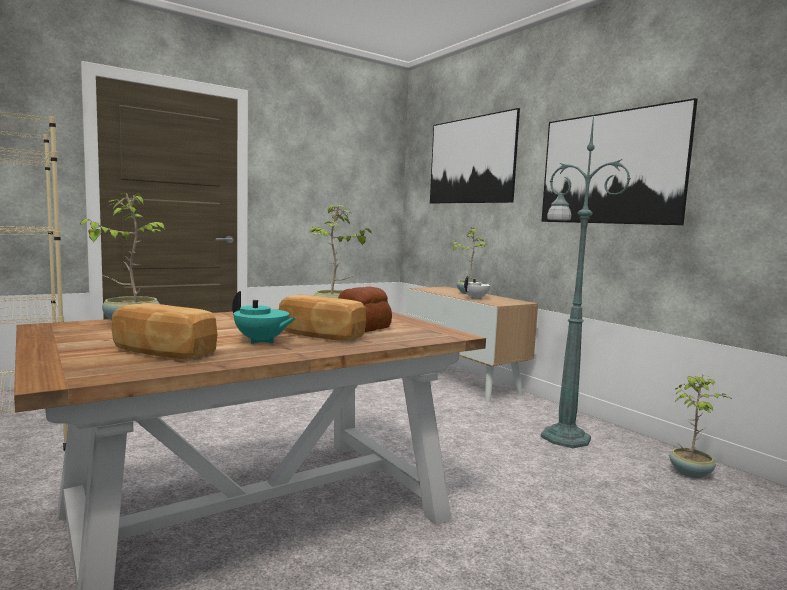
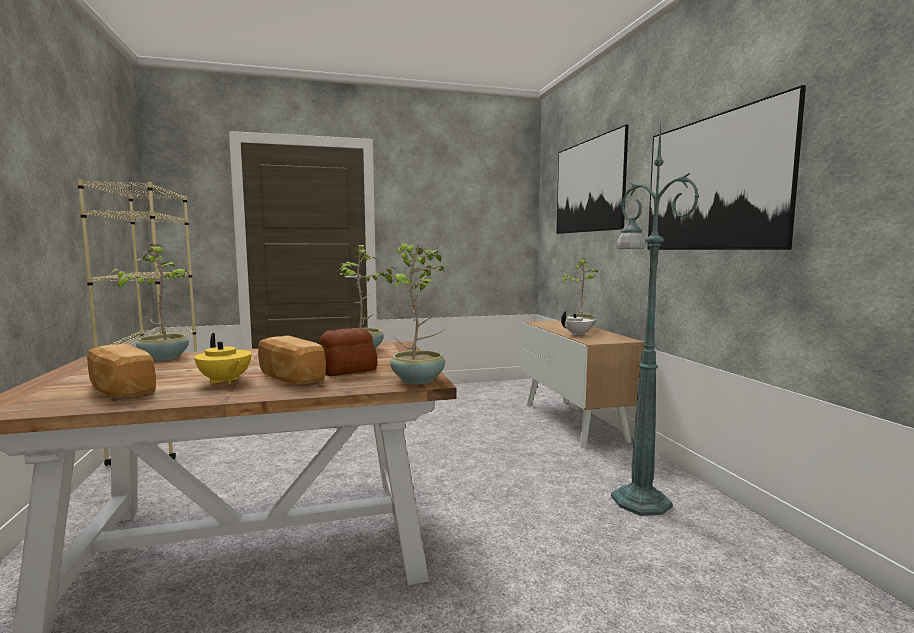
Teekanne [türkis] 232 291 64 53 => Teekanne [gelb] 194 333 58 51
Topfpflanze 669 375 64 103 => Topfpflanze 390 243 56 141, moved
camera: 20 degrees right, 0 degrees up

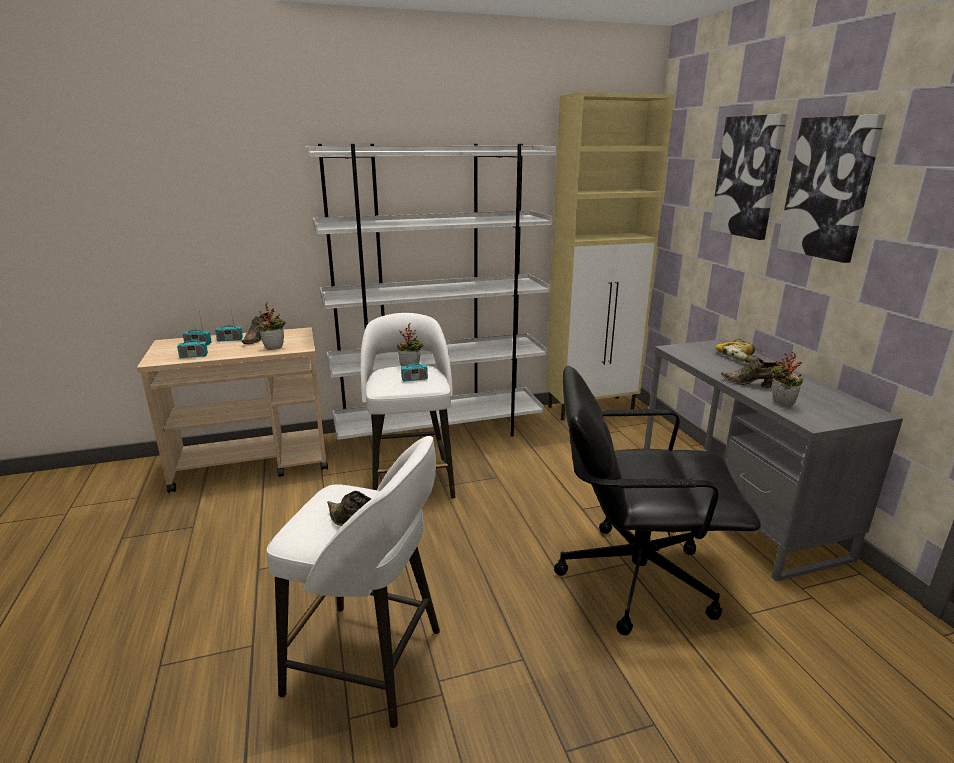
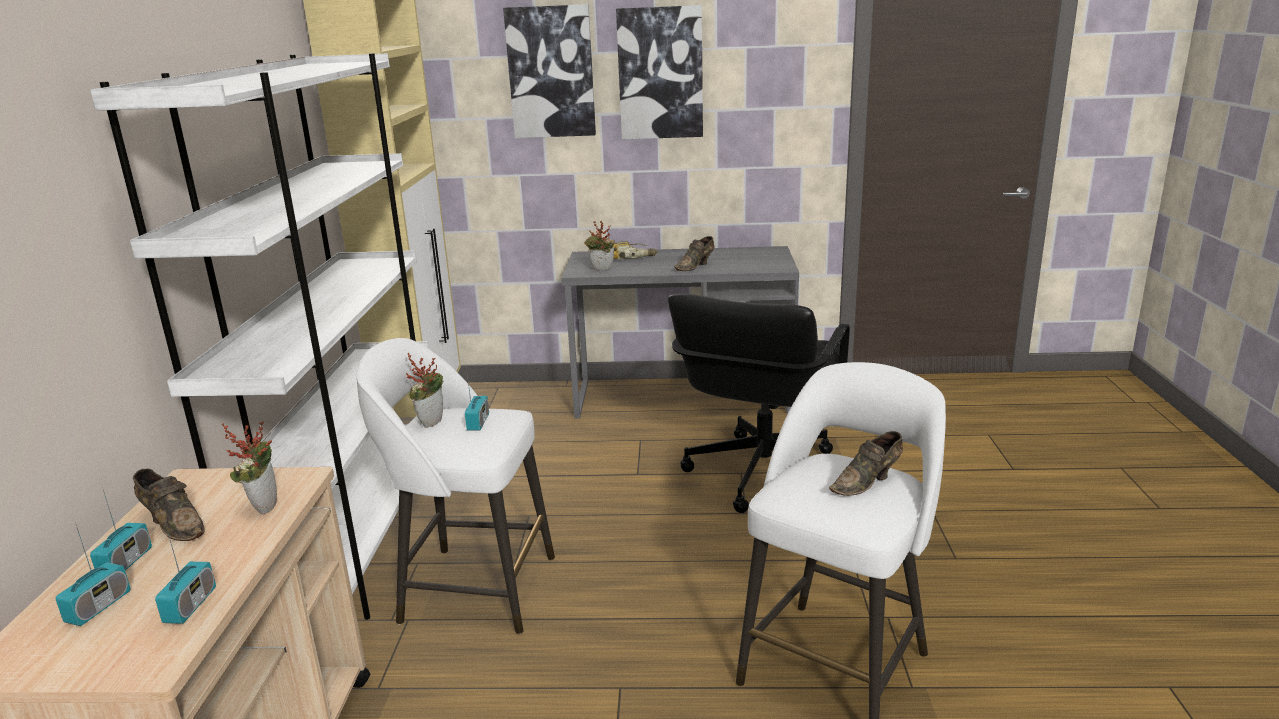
Topfpflanze 771 352 32 55 => Topfpflanze 584 221 30 49, moved
camera: 70 degrees left, 0 degrees up

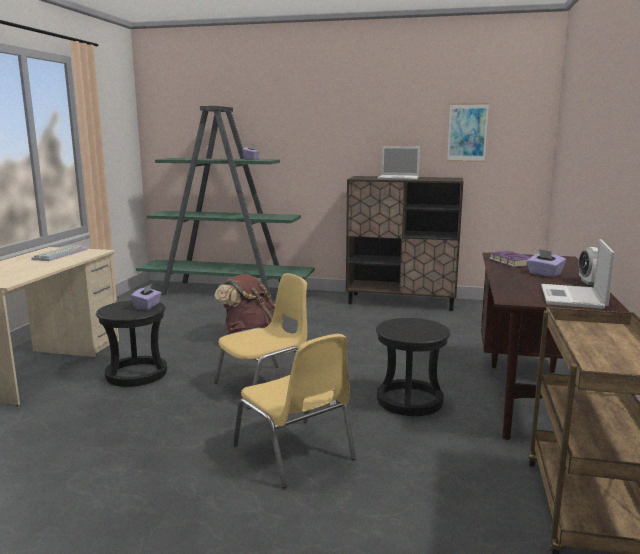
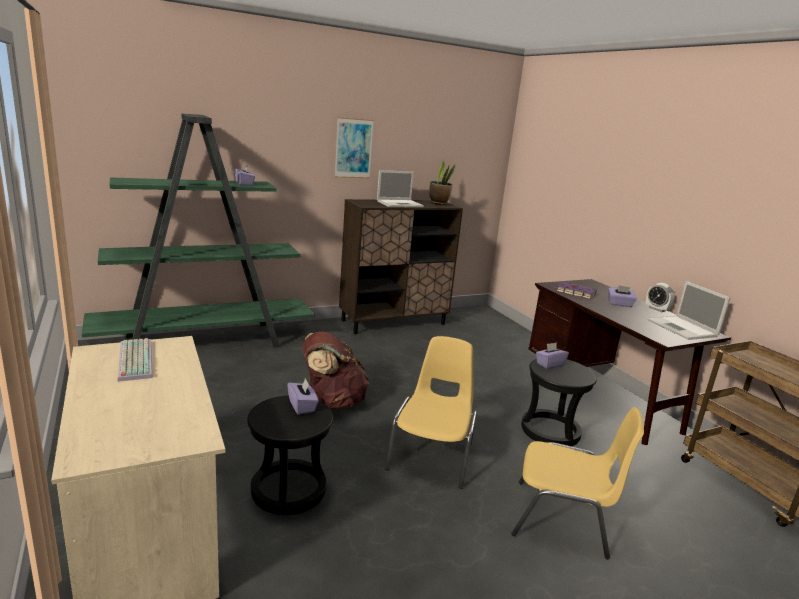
Bild 447 103 42 59 => Bild 335 117 39 61, moved
nothing => Topfpflanze 429 160 27 45
nothing => Taschentuchbox [lila] 536 342 33 27
camera: 40 degrees left, 5 degrees up

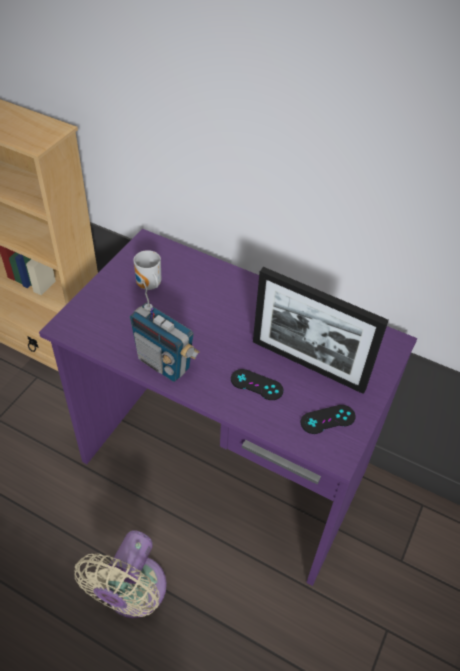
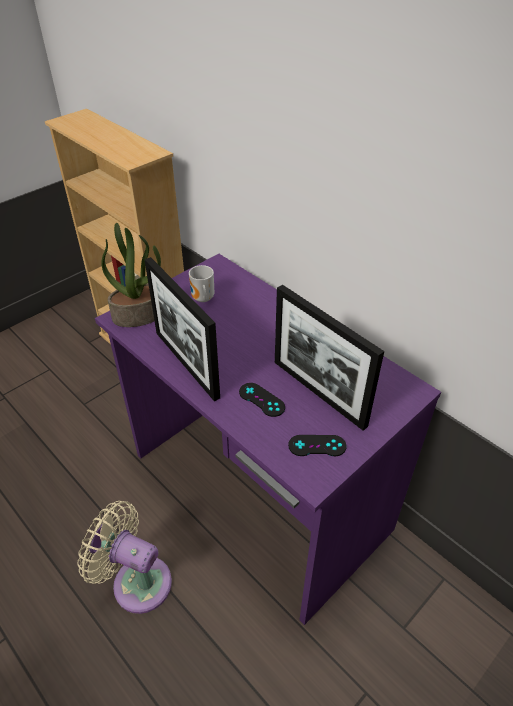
Ventilator [beige] 74 530 93 88 => Ventilator [beige] 77 501 95 113, 75 degrees clockwise
nothing => Topfpflanze 101 223 60 104
Radio 130 280 70 102 => Bilderrahmen 144 257 76 144
camera: 20 degrees right, 5 degrees down

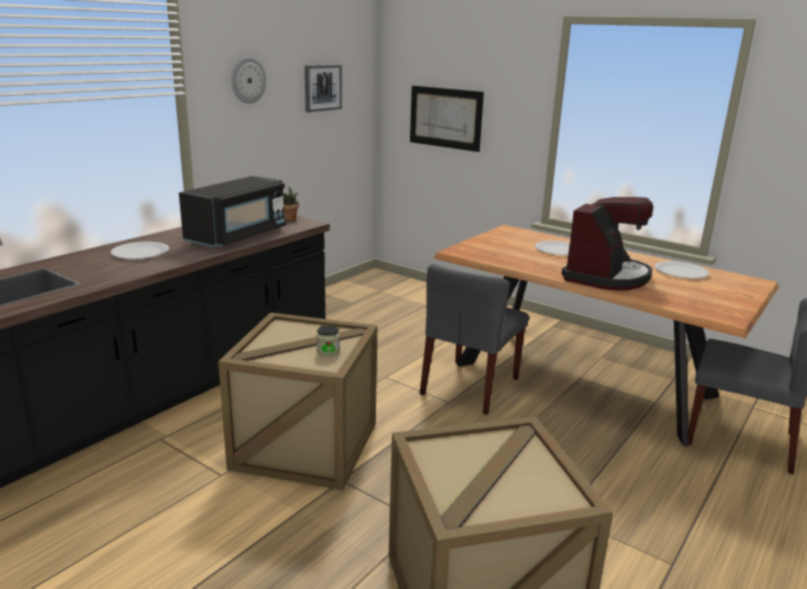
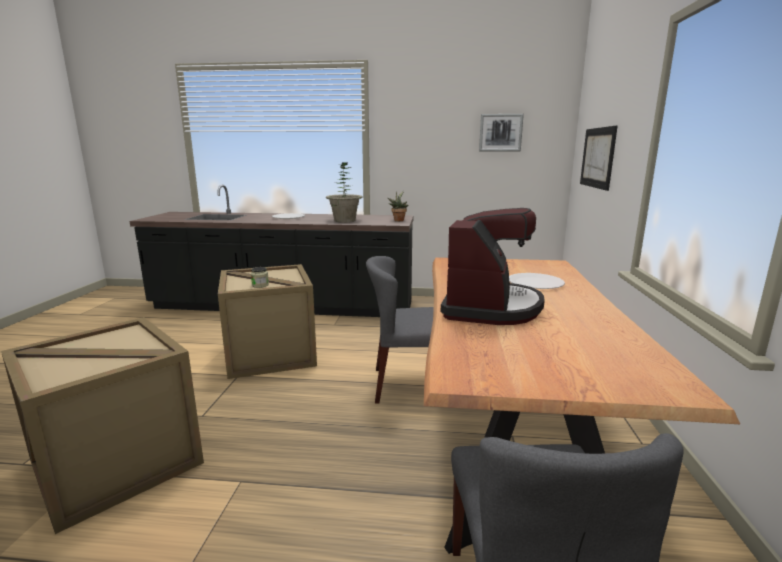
Mikrowelle [schwarz] 179 176 107 71 => Topfpflanze 326 162 37 60
Kaffeemaschine 561 197 92 94 => Kaffeemaschine 441 208 104 117, 75 degrees counterclockwise
Wanduhr 232 57 34 47 => nothing
Teller [weiß] 655 261 54 18 => nothing
camera: 60 degrees right, 5 degrees down

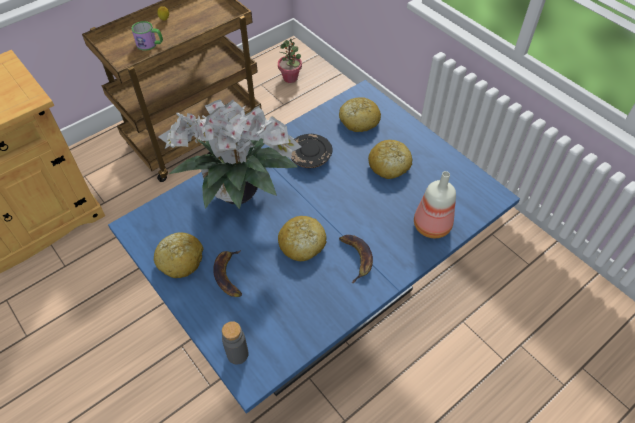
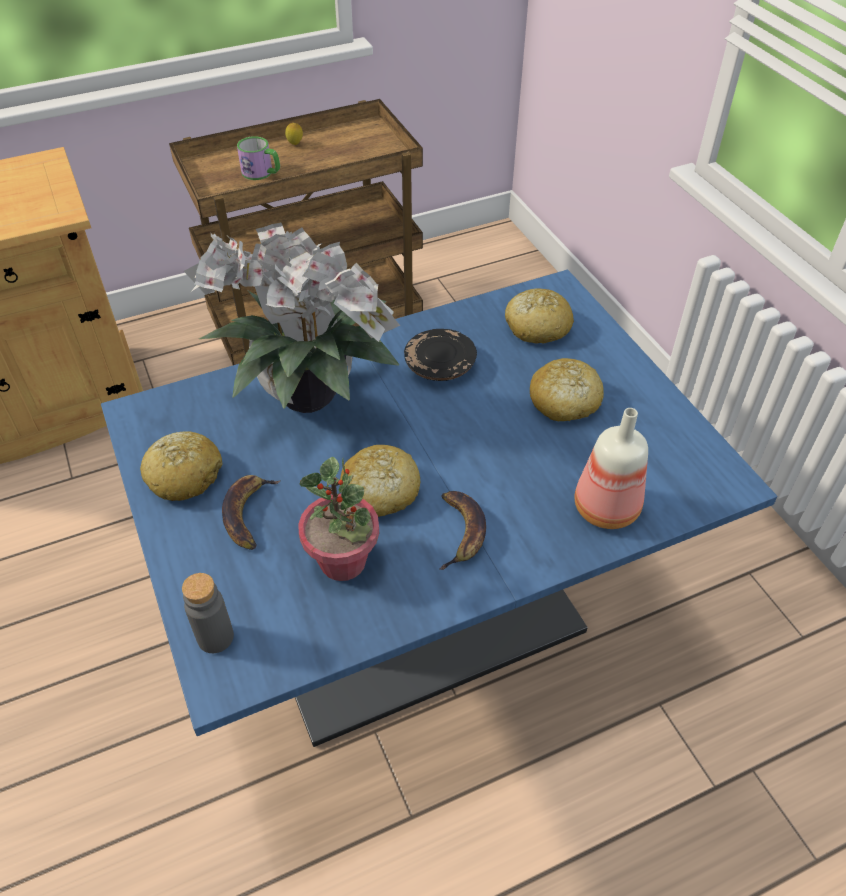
Topfpflanze 278 38 24 45 => Topfpflanze 298 457 81 124, moved
camera: 15 degrees right, 5 degrees down

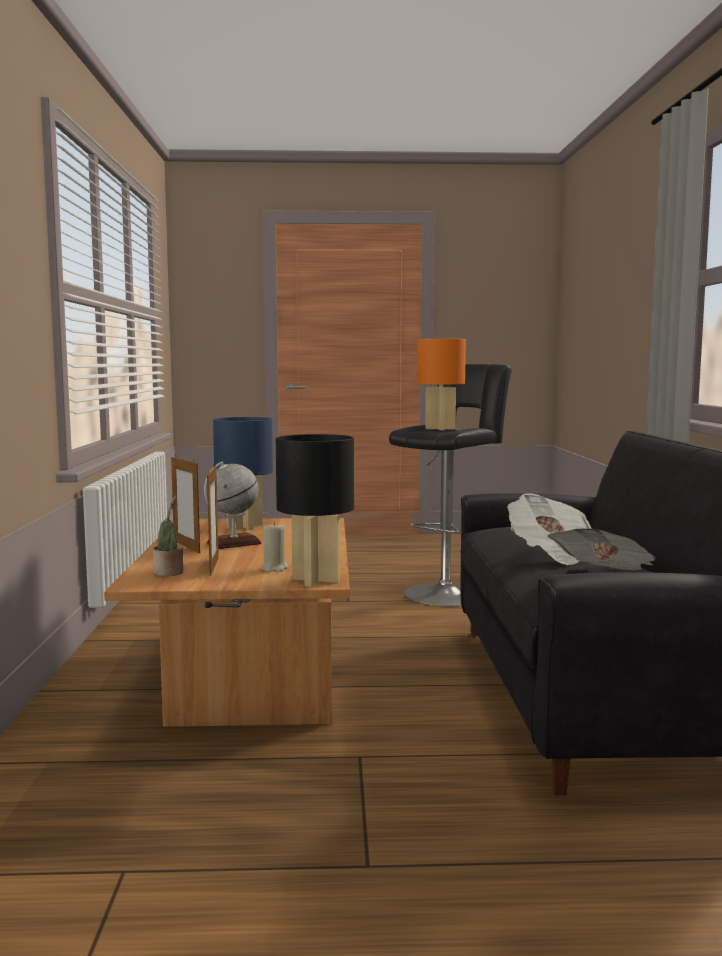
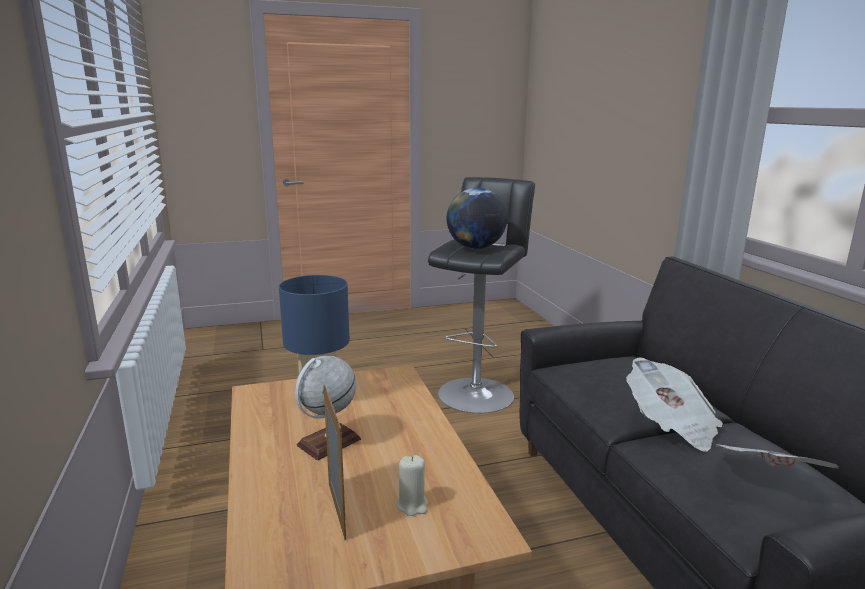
Tischlampe [orange] 417 339 49 91 => Globus 447 187 60 62
Topfpflanze 153 495 30 81 => nothing
Bilderrahmen 171 456 29 97 => nothing
Tischlampe [schwarz] 276 434 78 153 => nothing
camera: 15 degrees left, 10 degrees up

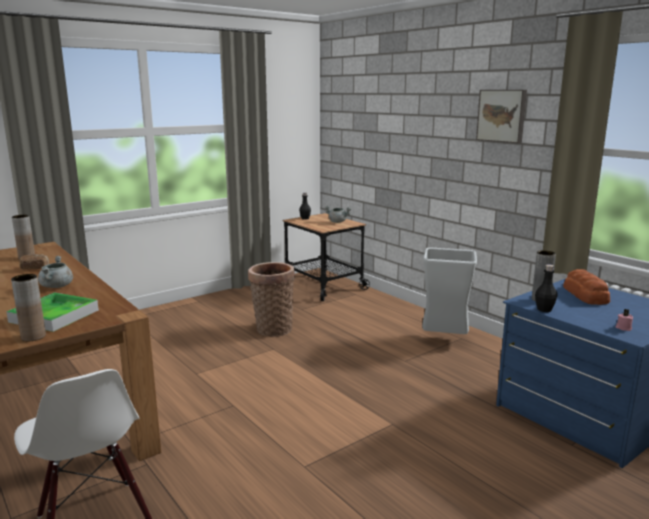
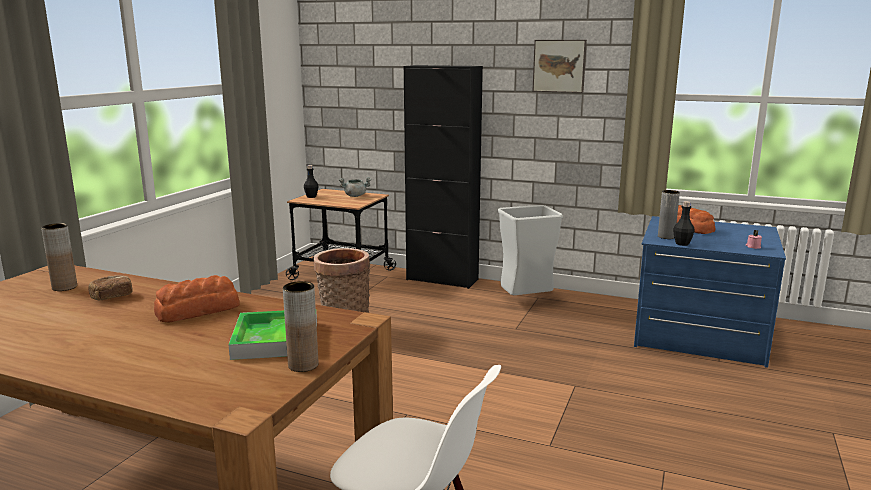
Kochtopf [grau] 38 256 35 32 => Brot 154 275 86 48
nothing => Schrank [schwarz] 404 65 79 224
camera: 30 degrees left, 0 degrees up

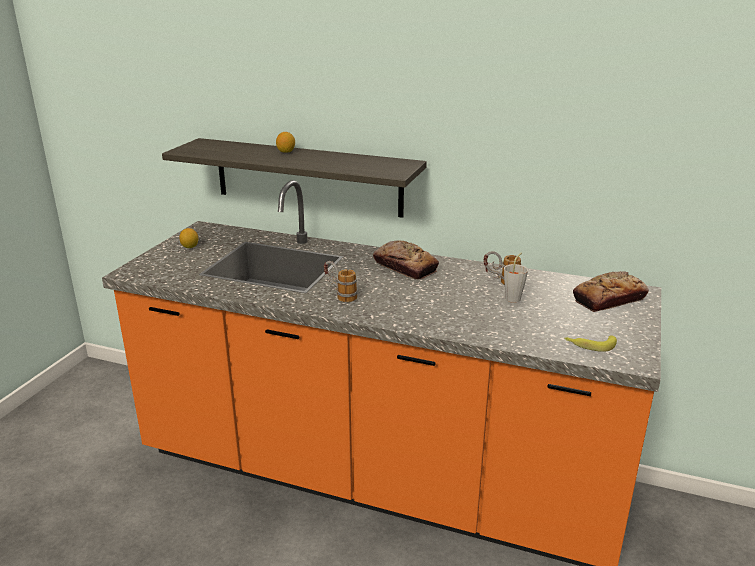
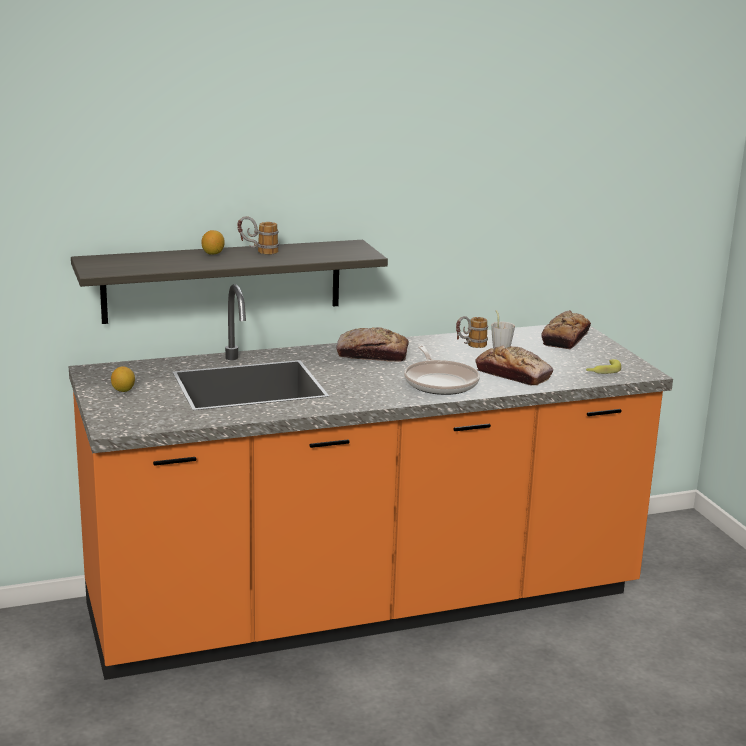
Henkelbecher 324 261 34 41 => Henkelbecher 237 216 42 39, moved
nothing => Pfanne 404 345 76 50
nothing => Brot 475 345 78 40
camera: 40 degrees left, 5 degrees down

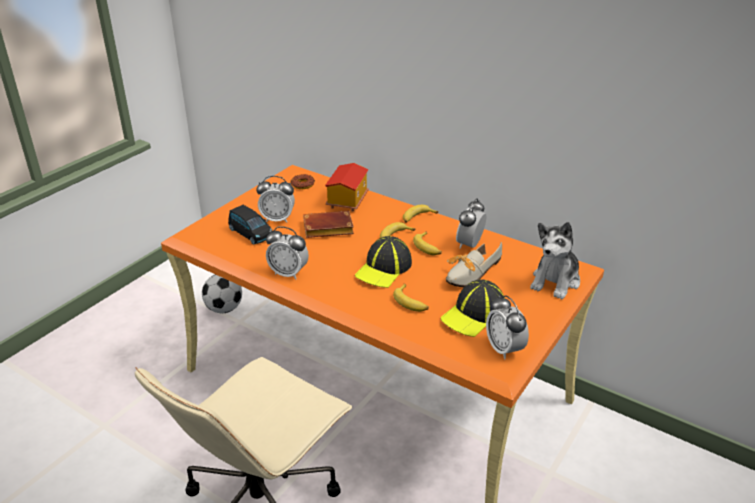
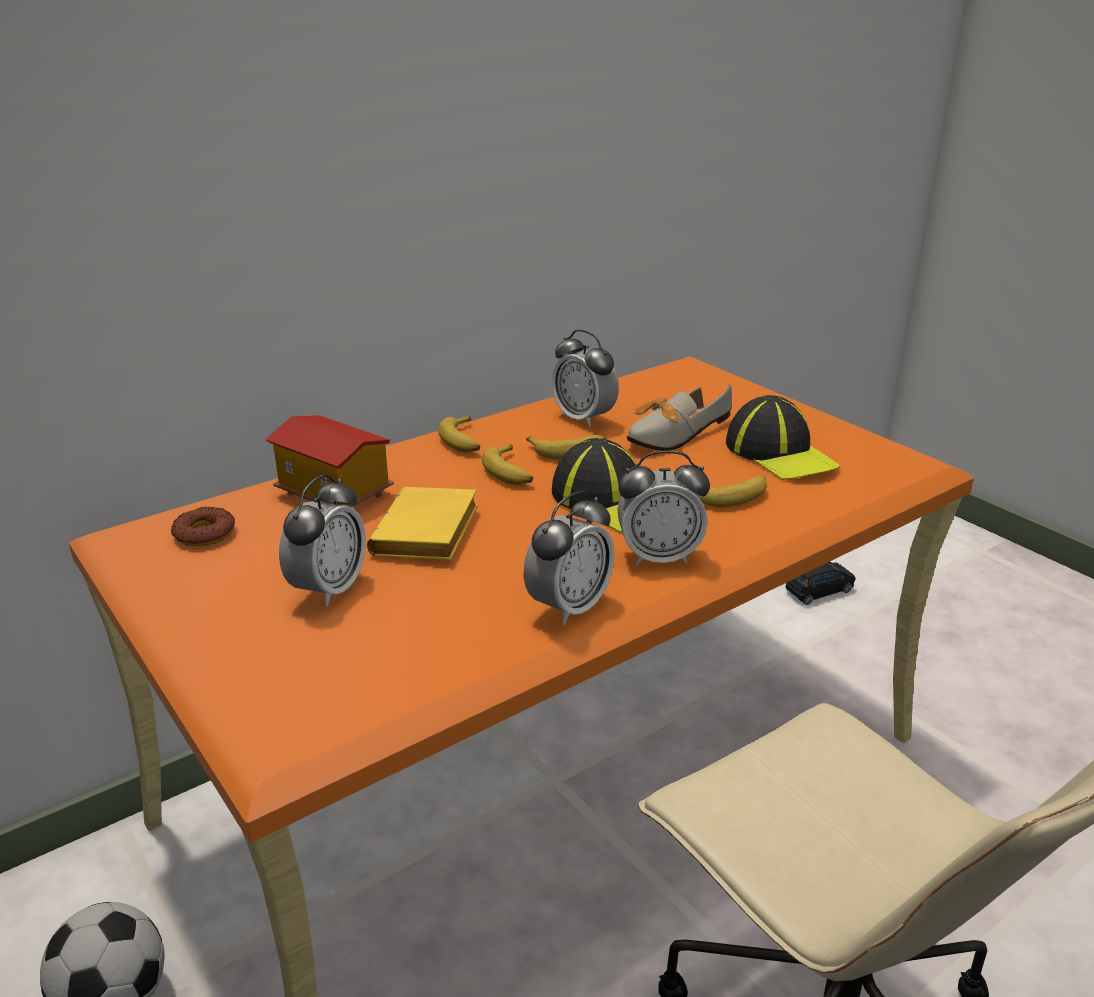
Buch [braun] 303 211 51 27 => Buch [gelb] 367 487 111 73
Wecker 486 295 43 64 => Wecker 617 450 93 116, moved
Schuh 446 242 56 45 => Schuh 627 384 105 67, 75 degrees clockwise
Spielzeugauto [schwarz] 228 205 44 40 => Spielzeugauto [schwarz] 786 562 70 43, moved
Plüschtier 530 222 50 78 => nothing
camera: 70 degrees left, 5 degrees down

